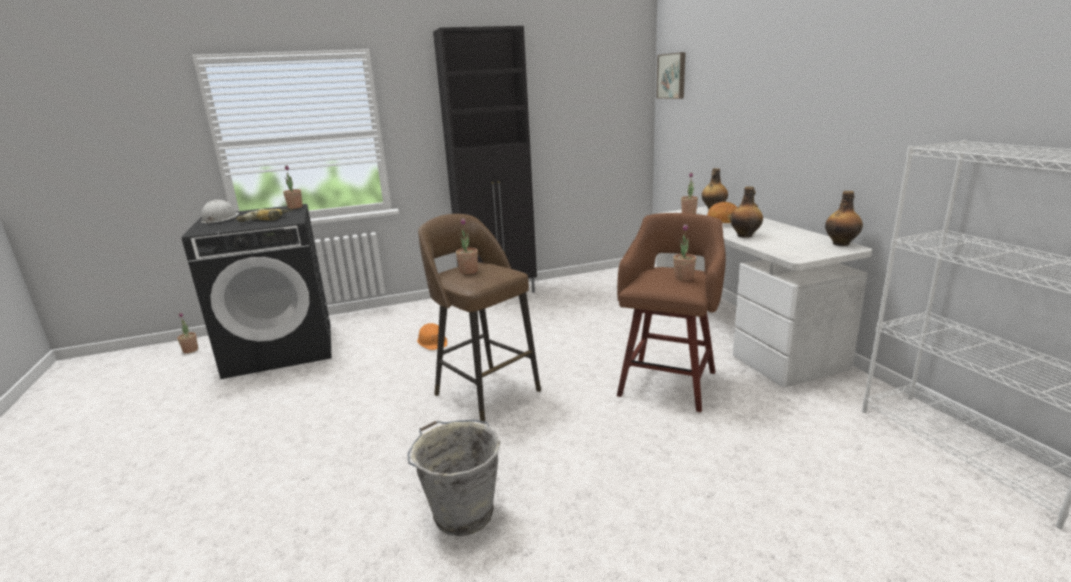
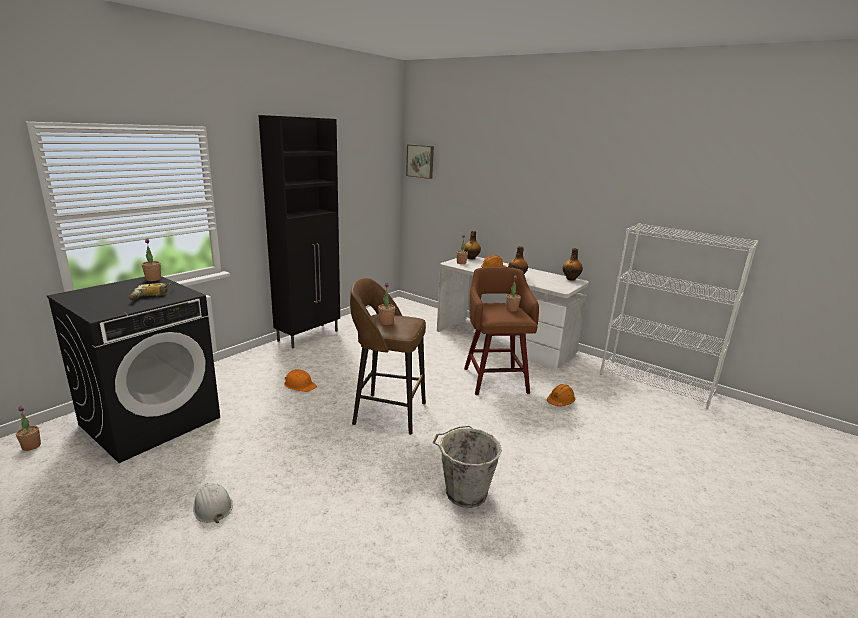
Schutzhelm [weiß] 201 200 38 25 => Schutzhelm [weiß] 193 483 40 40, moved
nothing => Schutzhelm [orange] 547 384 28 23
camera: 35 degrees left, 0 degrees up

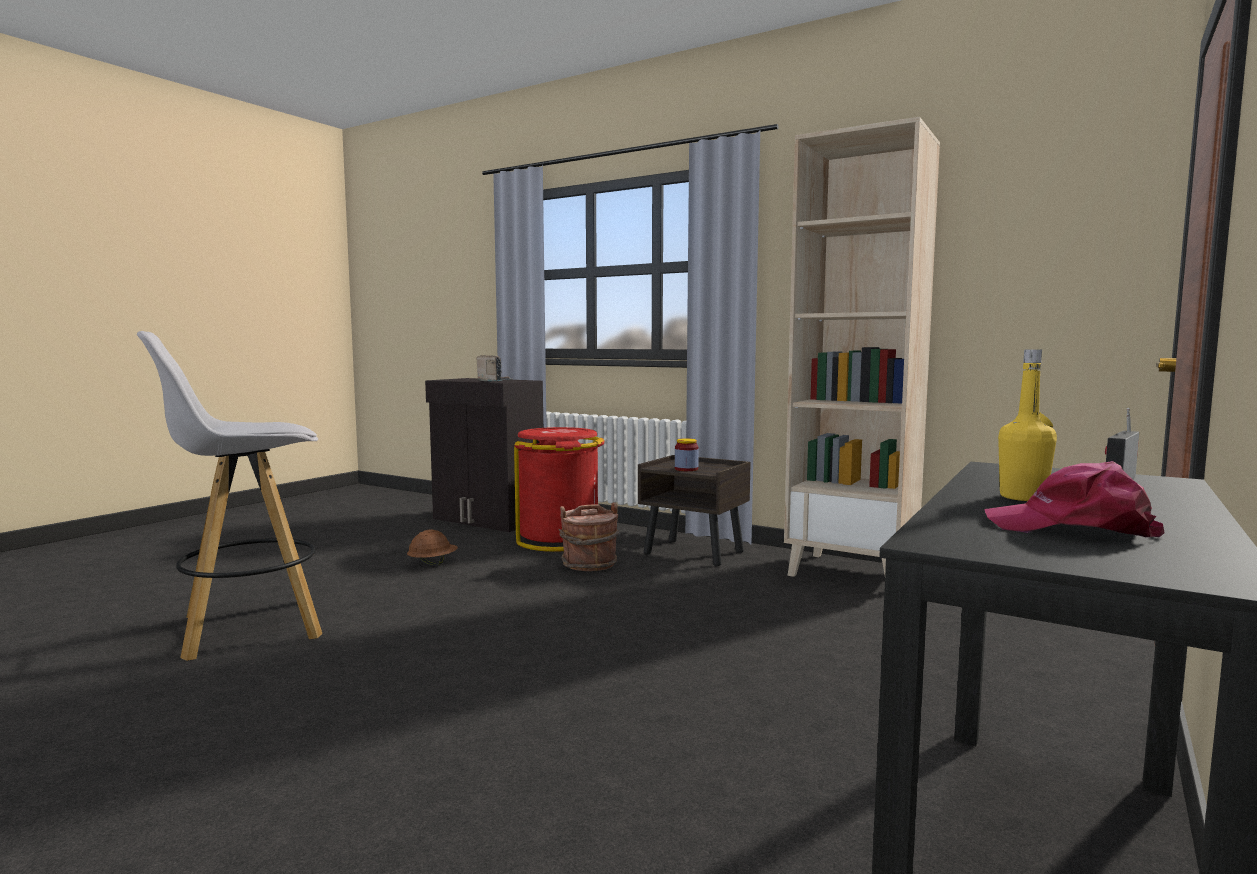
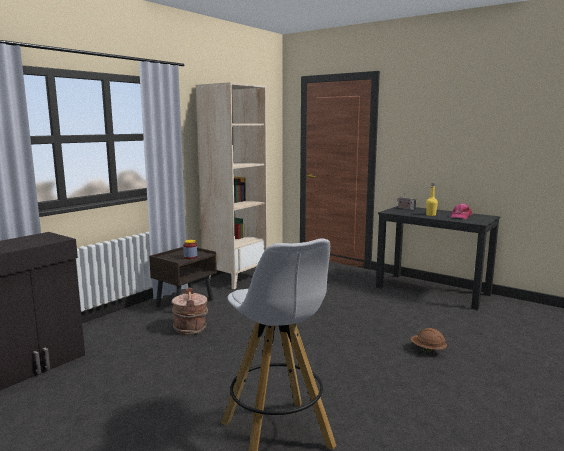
Schutzhelm [braun] 407 529 51 37 => Schutzhelm [braun] 411 328 36 26, moved
Radio 476 355 36 26 => nothing
Mülleimer [rot] 514 427 91 125 => nothing
camera: 85 degrees left, 5 degrees up

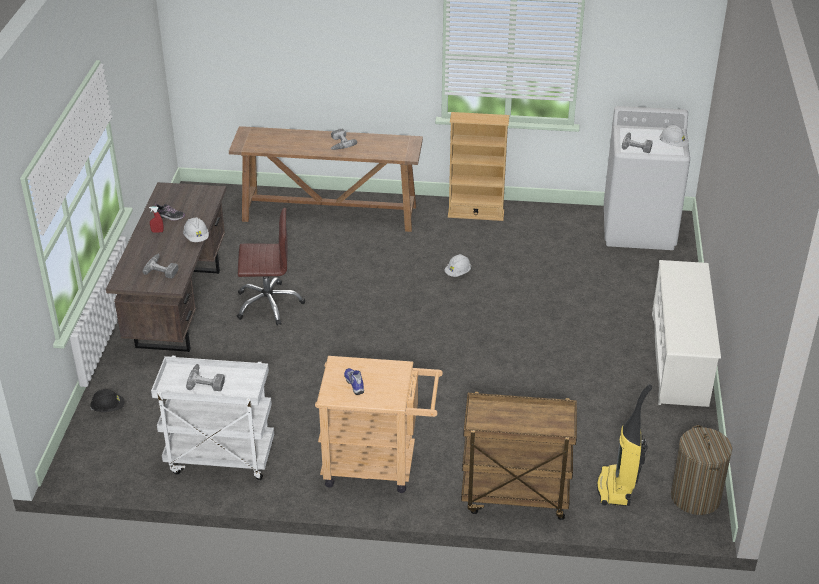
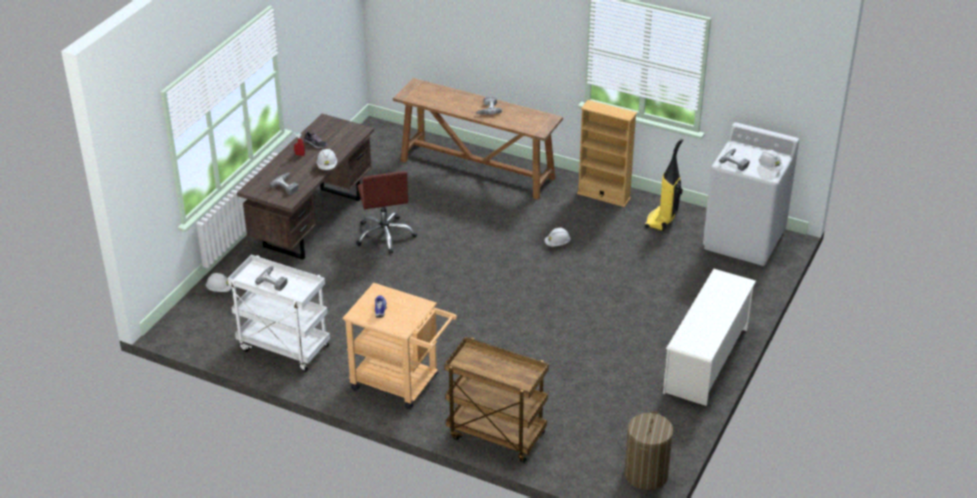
Schutzhelm [schwarz] 90 389 35 23 => Schutzhelm [weiß] 206 273 26 19
Bürostuhl [braun] 236 208 69 117 => Bürostuhl [braun] 356 171 61 83, 60 degrees clockwise
Staubsauger 597 384 55 122 => Staubsauger 645 139 38 92, moved
camera: 20 degrees right, 0 degrees up

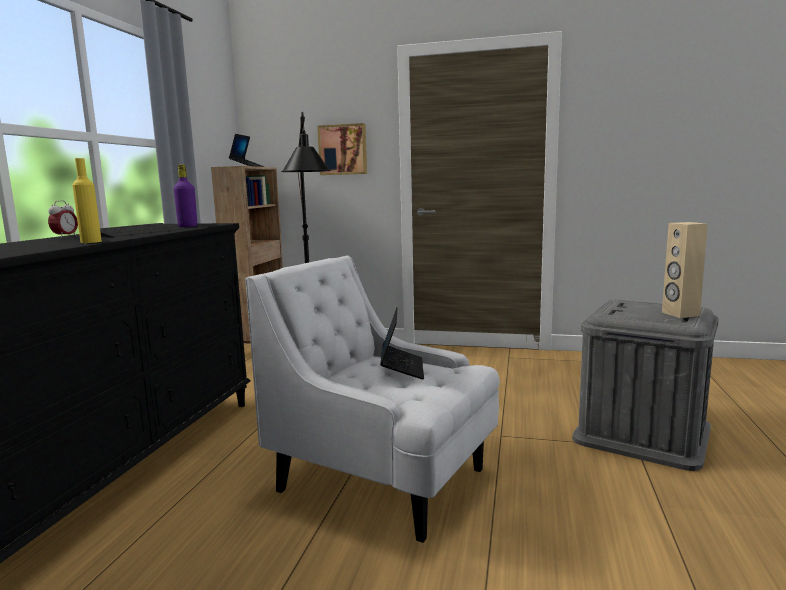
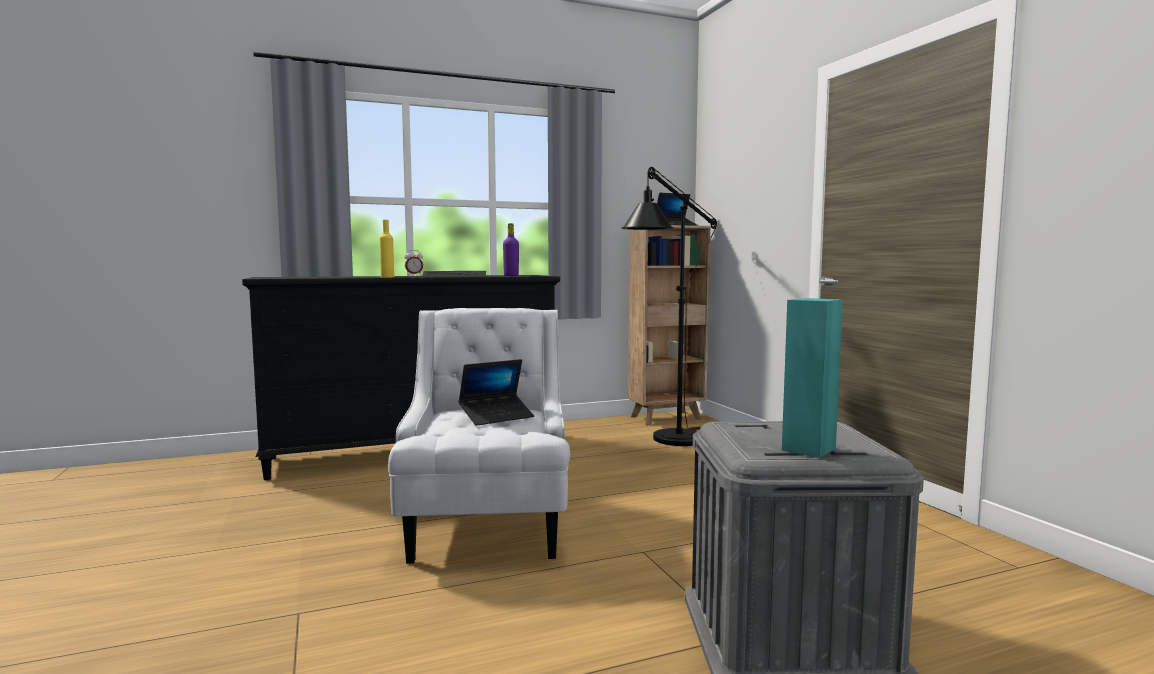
Lautsprecher [beige] 662 222 46 96 => Lautsprecher [türkis] 782 298 61 160
Bild 317 123 50 52 => nothing
camera: 55 degrees right, 5 degrees down

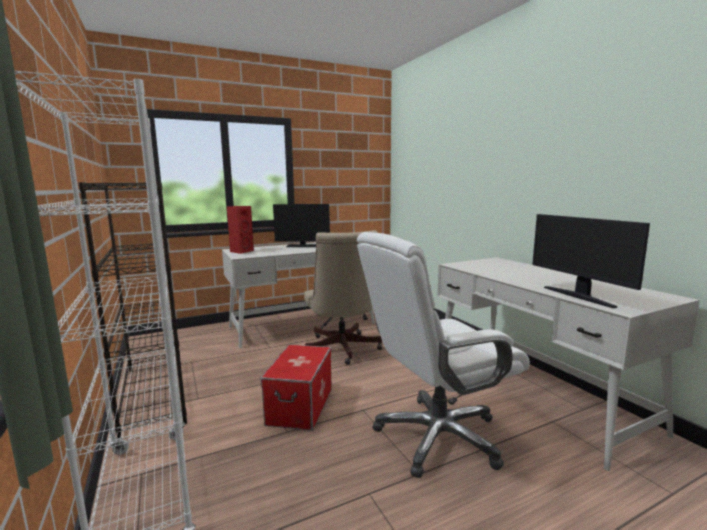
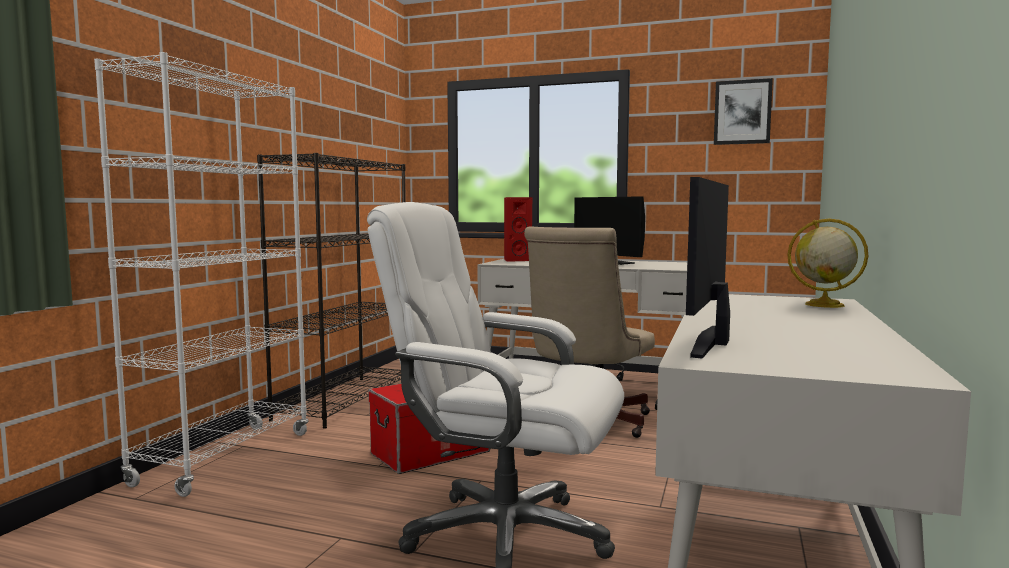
nothing => Bild 714 78 59 67
nothing => Globus 787 219 81 89
camera: 45 degrees right, 5 degrees down

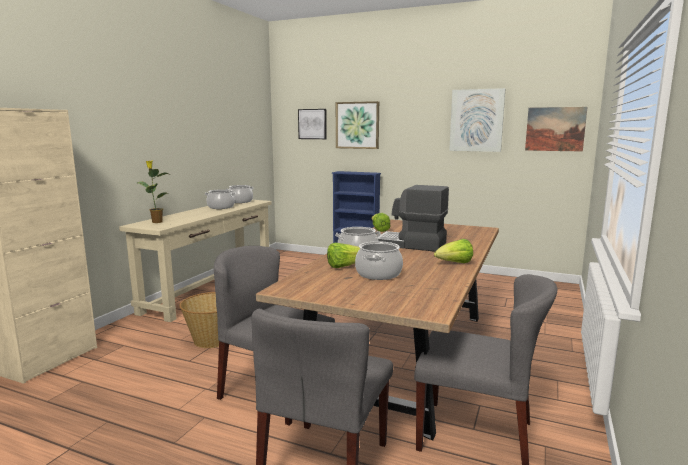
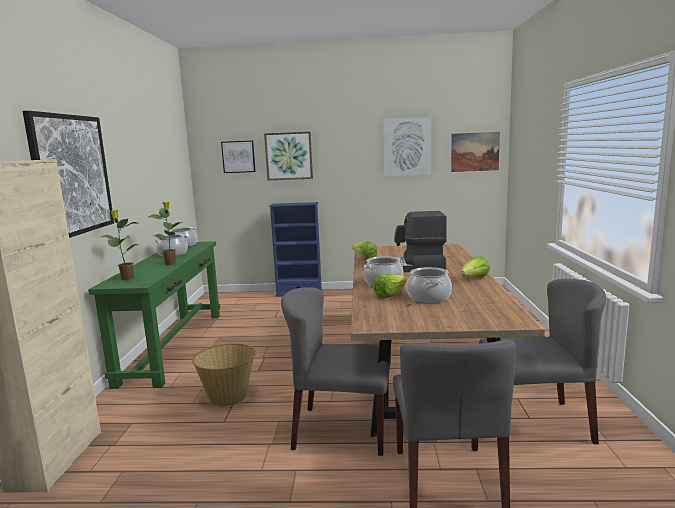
nothing => Bild 23 111 91 127
Konsolentisch [beige] 119 200 153 122 => Konsolentisch [grün] 88 241 132 148
nothing => Topfpflanze 149 202 32 63
camera: 20 degrees left, 0 degrees up

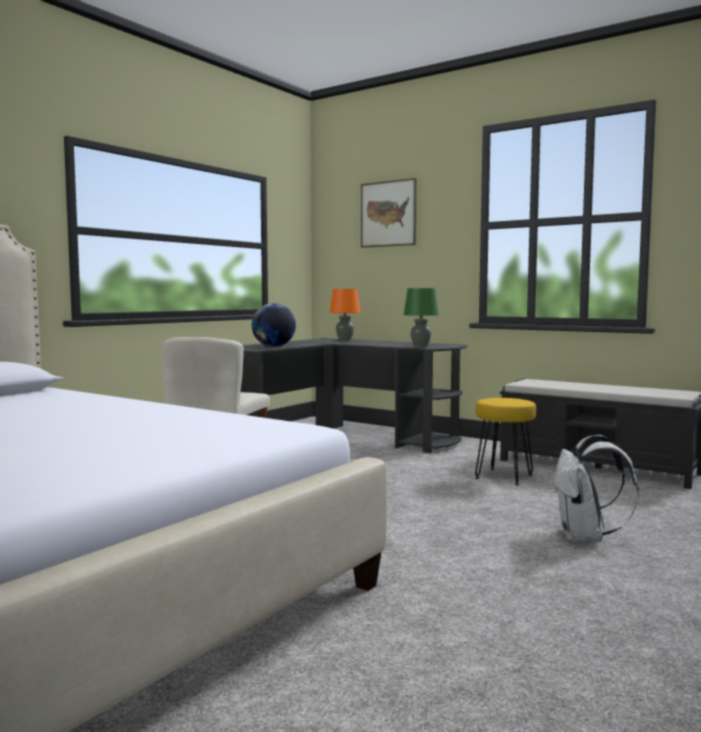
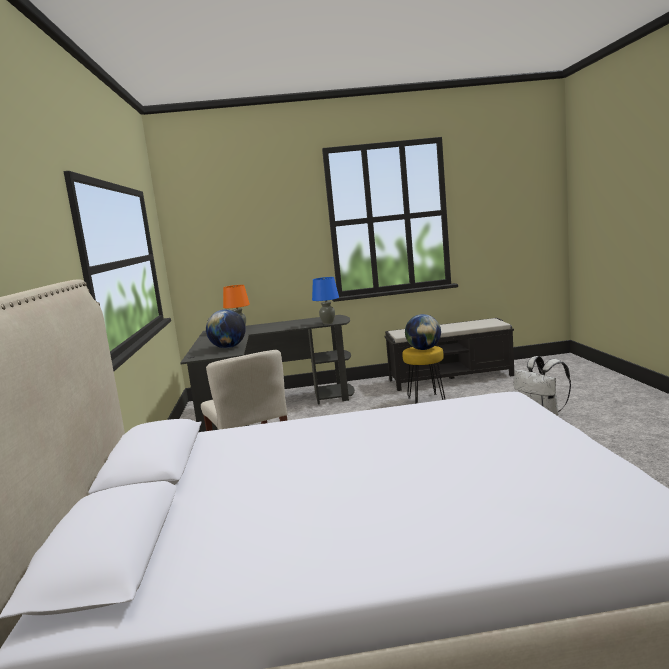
Tischlampe [grün] 403 288 36 60 => Tischlampe [blau] 312 277 27 47
nothing => Globus 405 314 36 36
Bild 361 178 55 70 => nothing
camera: 40 degrees left, 5 degrees up

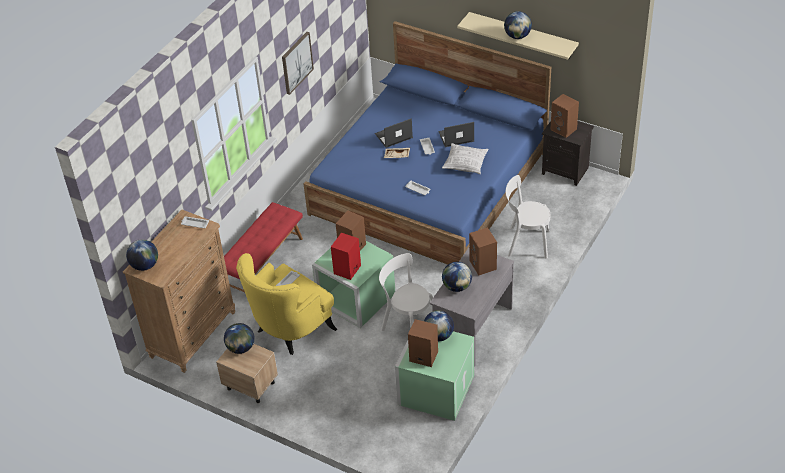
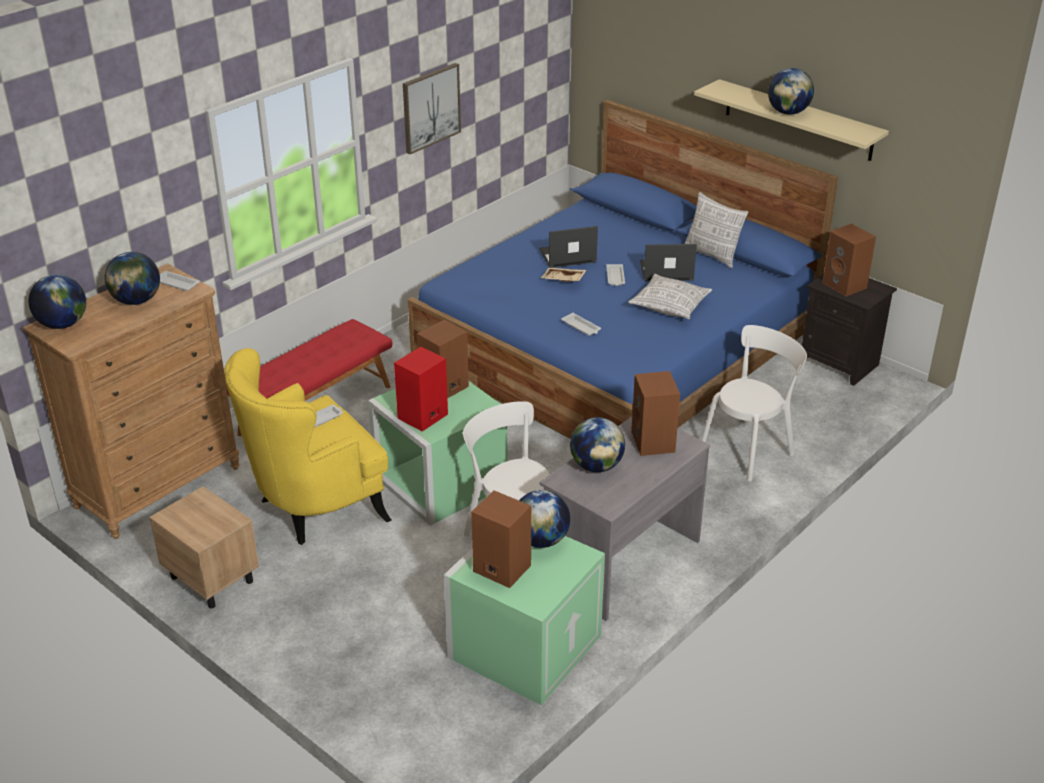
Globus 224 323 31 31 => Globus 105 252 55 53, moved
nothing => Kissen 685 192 63 77
Stuhl [weiß] 506 175 44 84 => Stuhl [weiß] 701 325 106 156, 120 degrees clockwise
camera: 10 degrees right, 10 degrees down

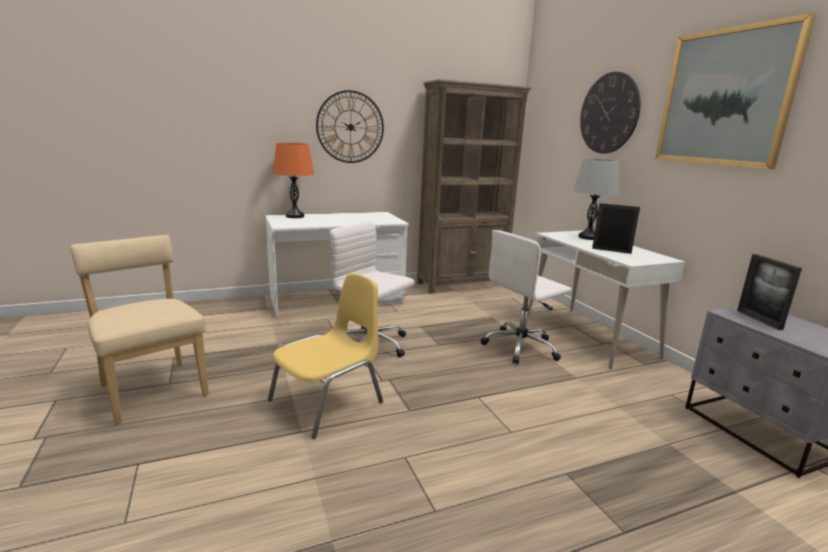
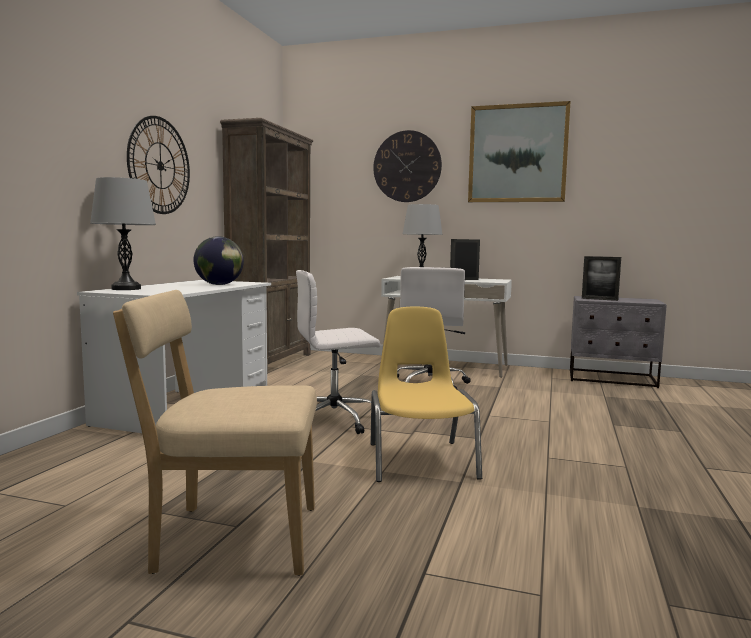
Tischlampe [orange] 273 143 41 75 => Tischlampe [grau] 90 177 66 113
nothing => Globus 194 236 50 49
camera: 50 degrees left, 10 degrees down

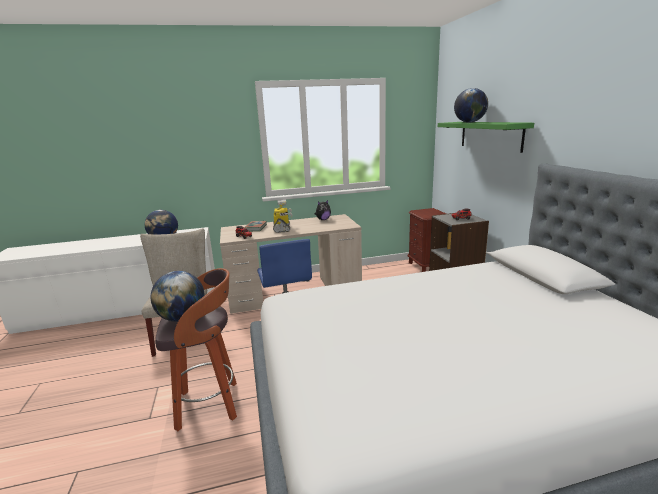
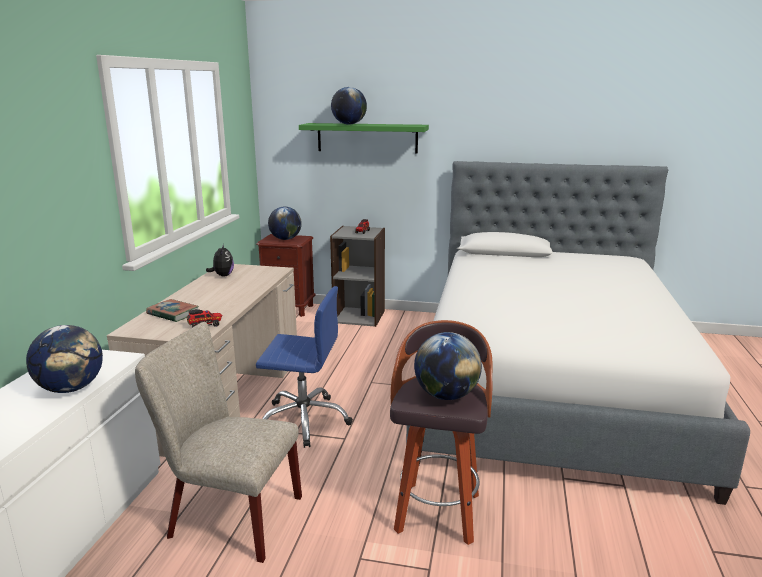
nothing => Globus 268 206 34 34
Spielzeugroboter 273 199 19 34 => nothing
camera: 65 degrees left, 0 degrees up

